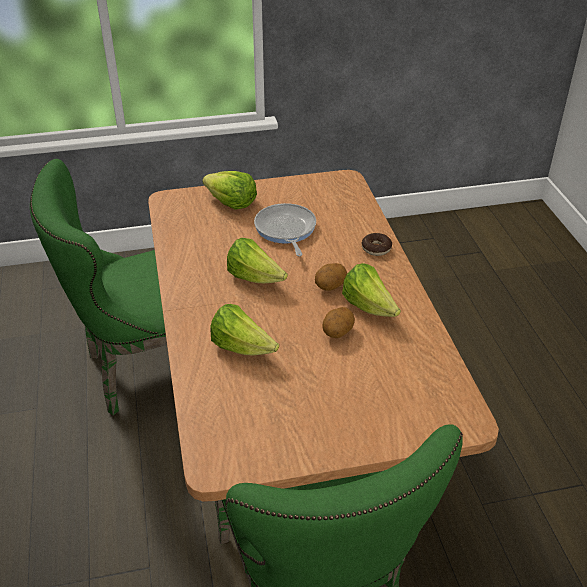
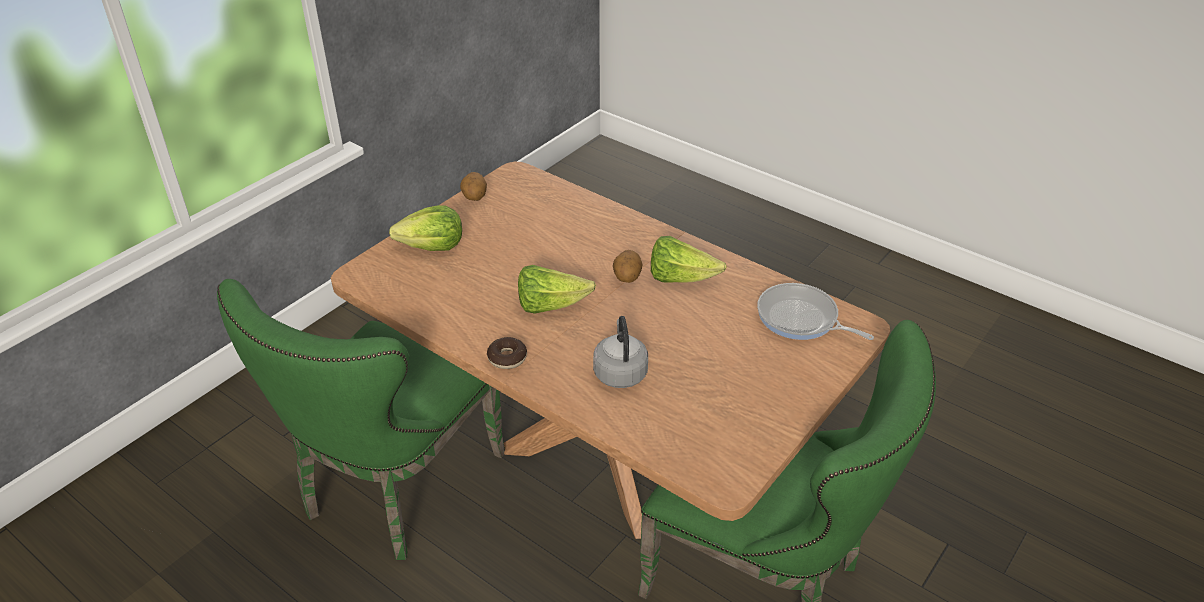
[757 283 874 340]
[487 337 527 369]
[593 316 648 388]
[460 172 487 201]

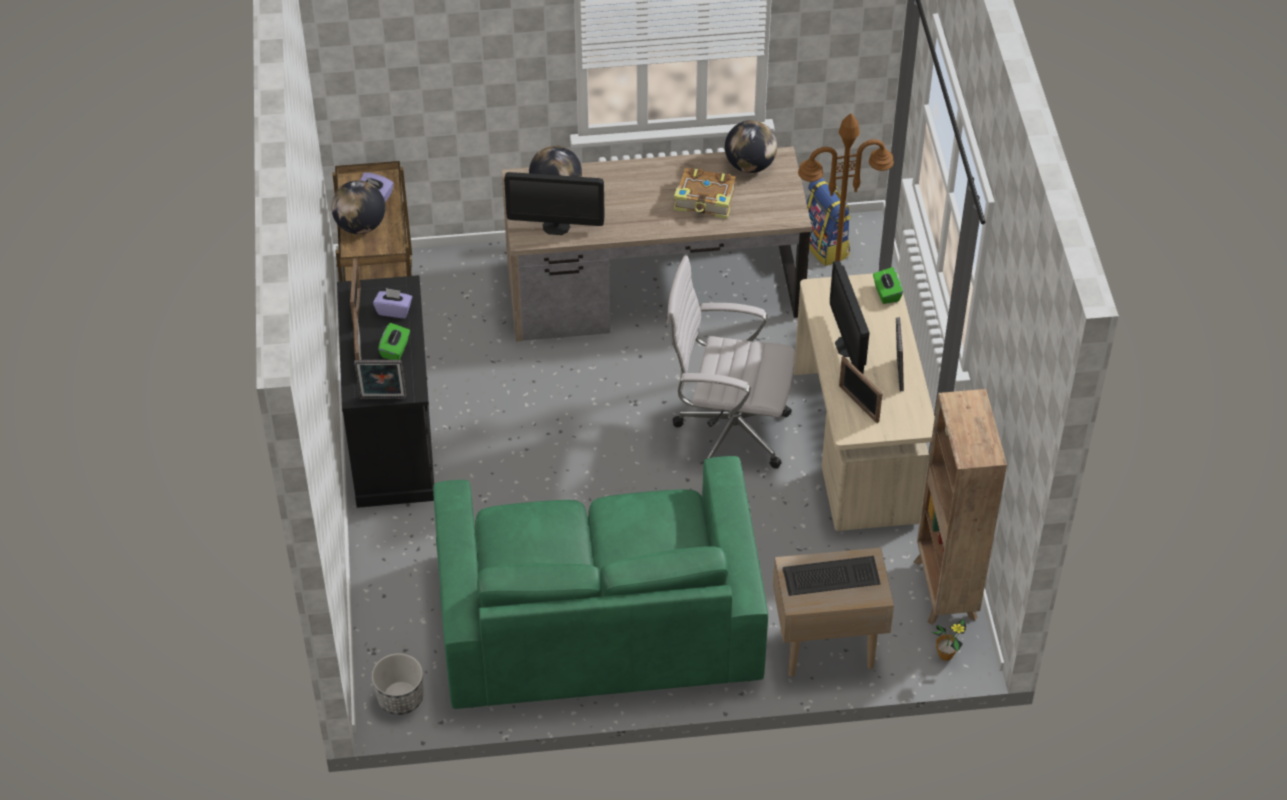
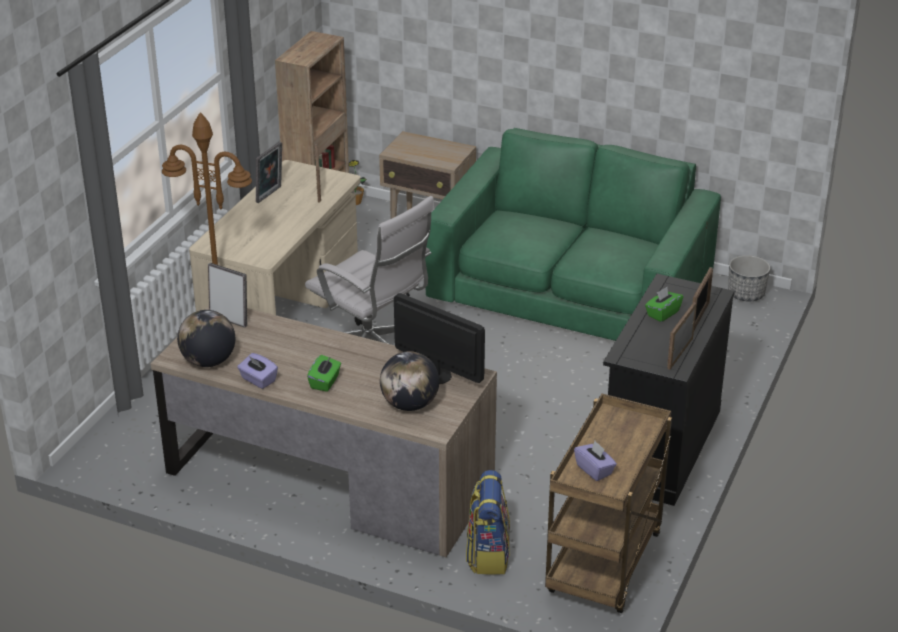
[674 167 736 219] (first image)
[466 470 510 575]
[331 180 385 234] (first image)
[830 260 870 374] (first image)
[307 355 341 392]
[237 353 278 389]
[208 263 247 328]
[783 556 881 596] (first image)

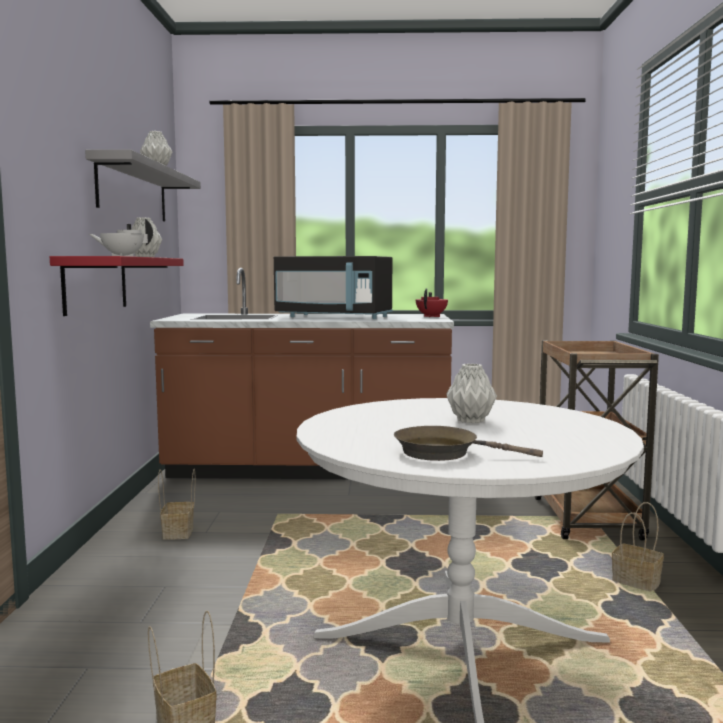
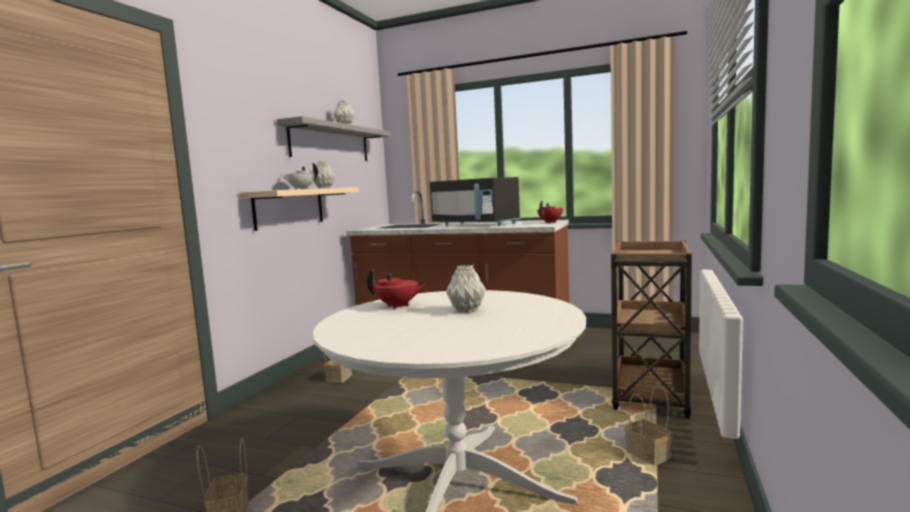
[239 187 359 231]
[394 426 543 461] (first image)
[367 269 429 309]

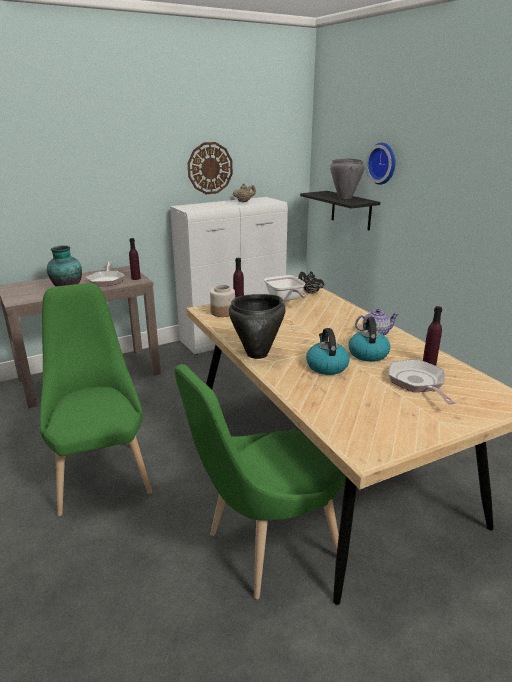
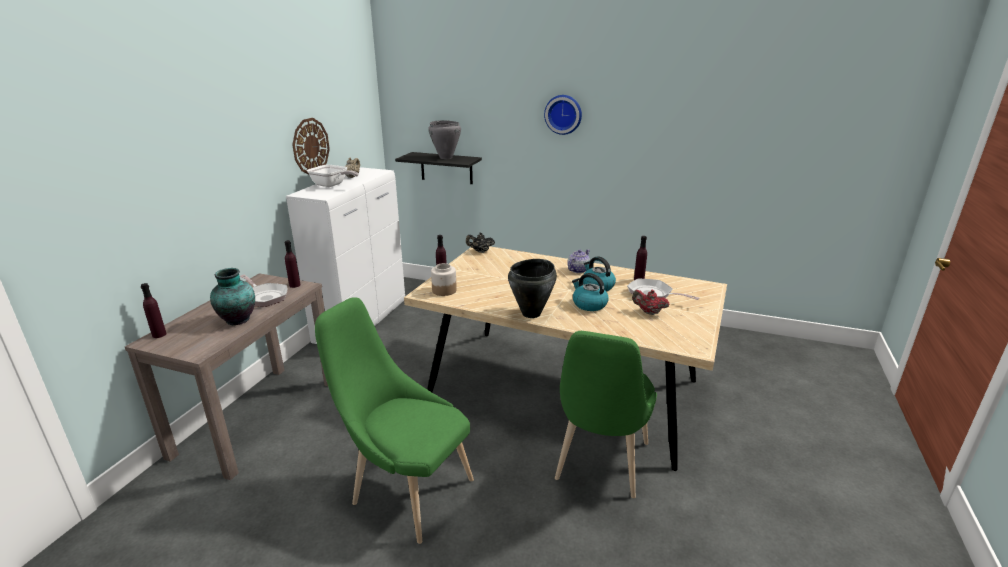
[544 95 582 135]
[307 165 359 187]
[141 283 167 338]
[632 289 670 315]

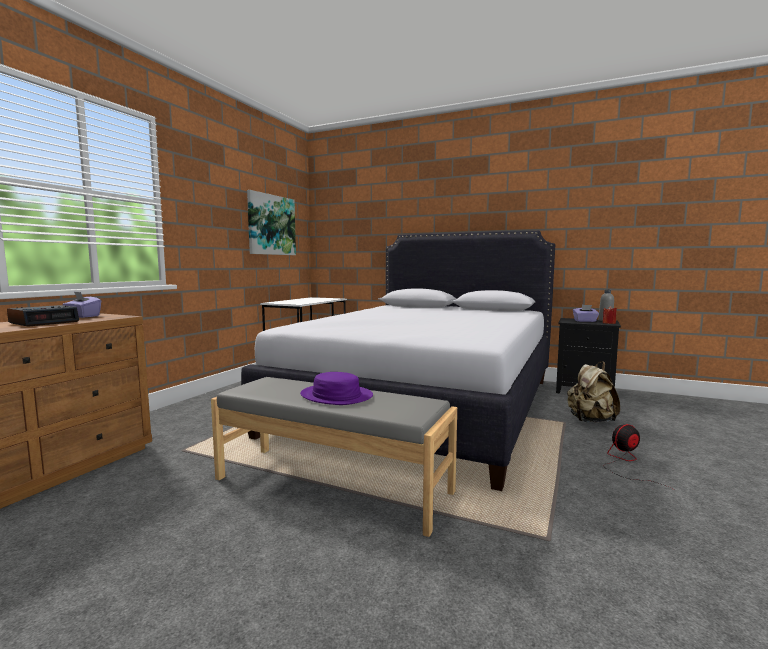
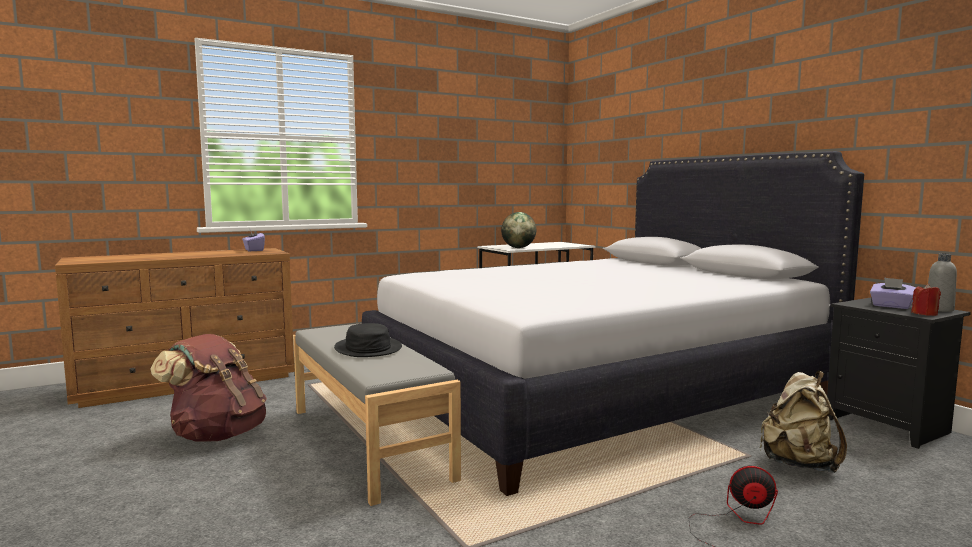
[247 190 296 255] (first image)
[7 305 79 327] (first image)
[334 323 402 357]
[501 212 536 248]
[151 334 267 442]

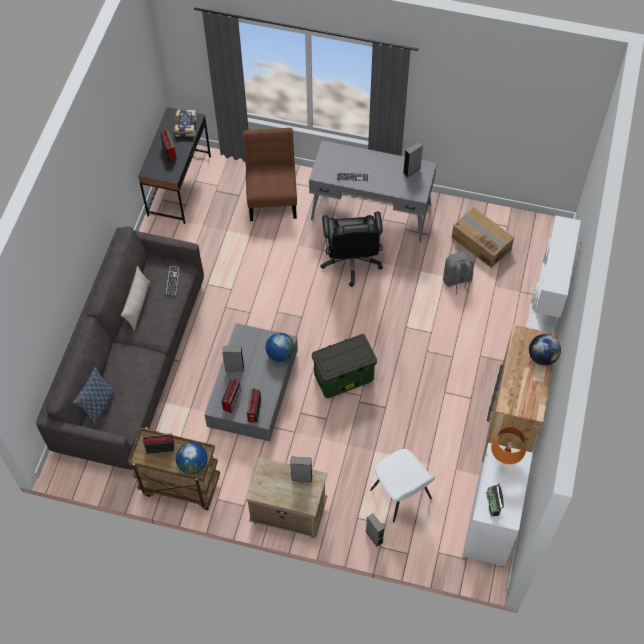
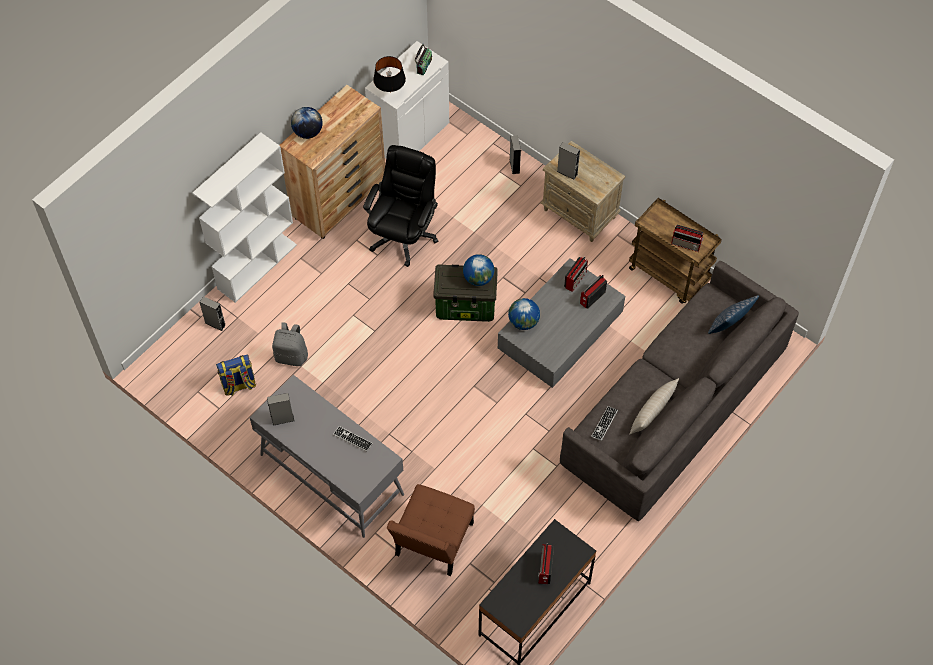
[174 110 196 137] (first image)
[216 354 256 396]
[363 145 438 267]
[199 296 226 331]
[373 56 406 93]
[463 254 494 286]
[370 449 436 522] (first image)

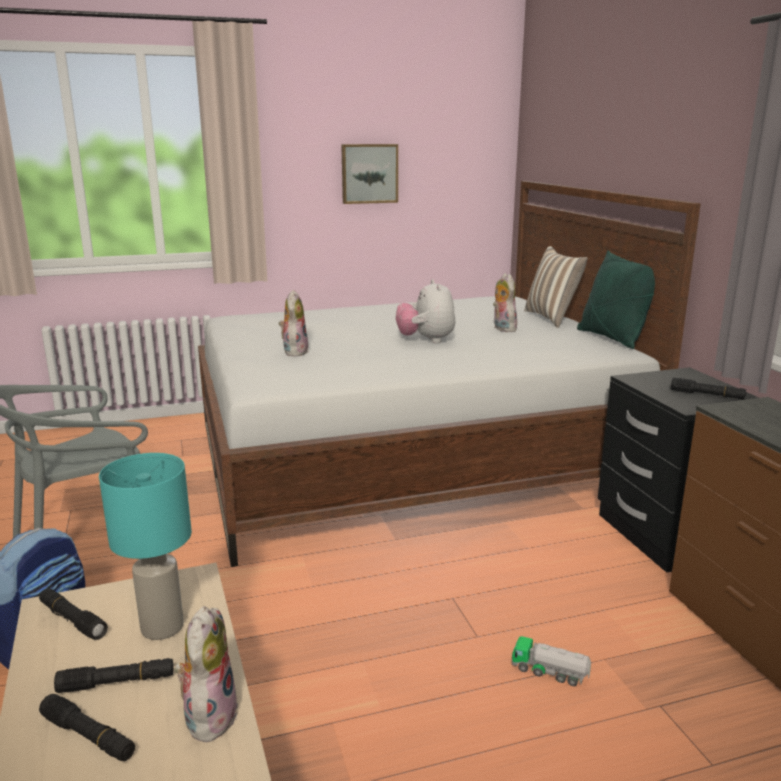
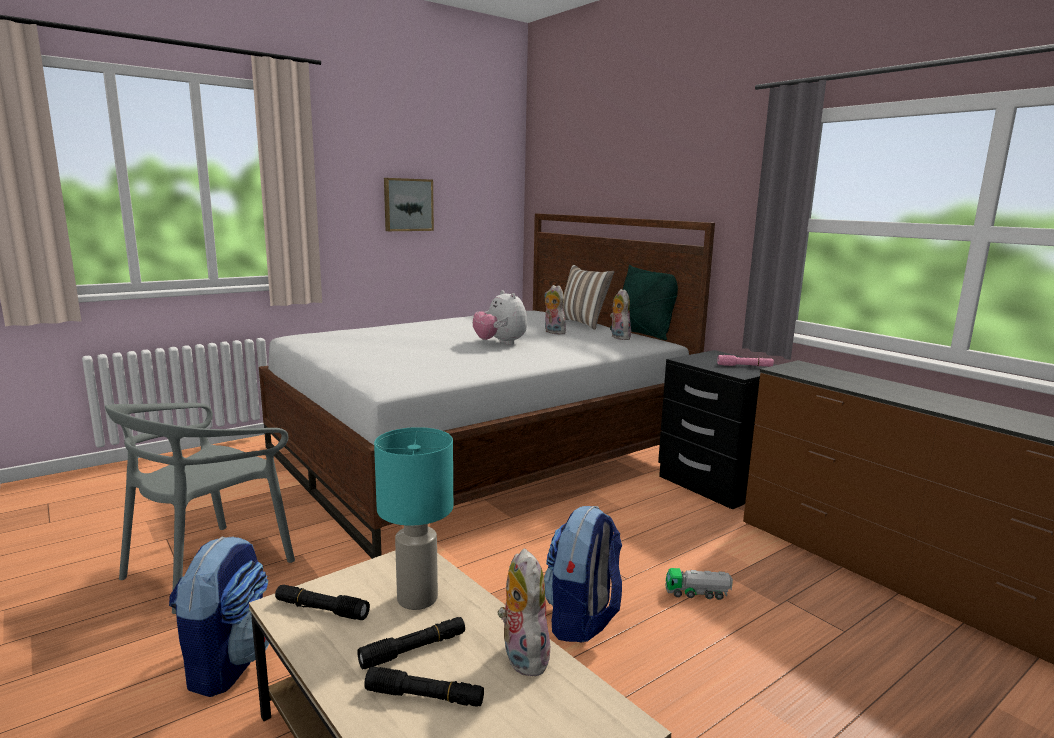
[610 289 631 340]
[717 355 774 367]
[544 506 622 643]

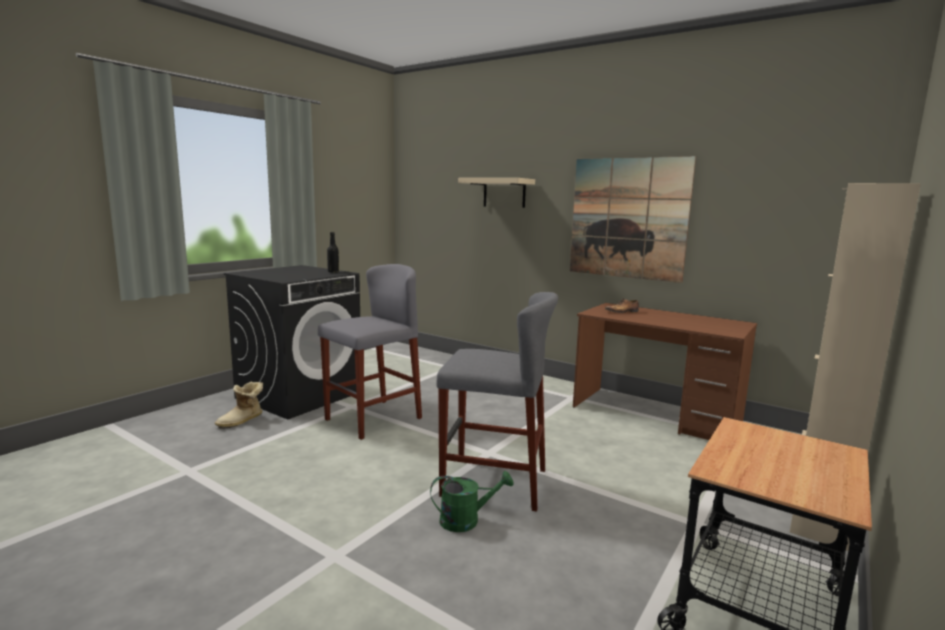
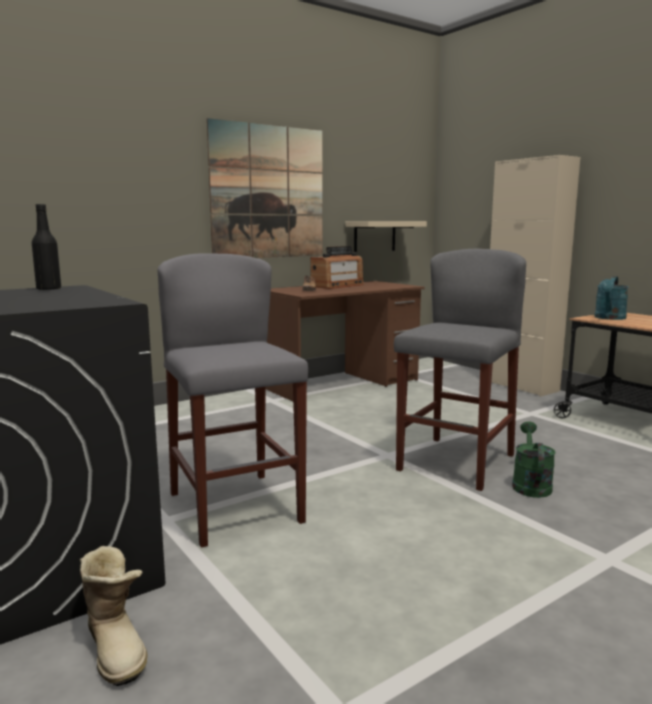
[345 221 427 252]
[310 246 364 289]
[594 276 628 320]

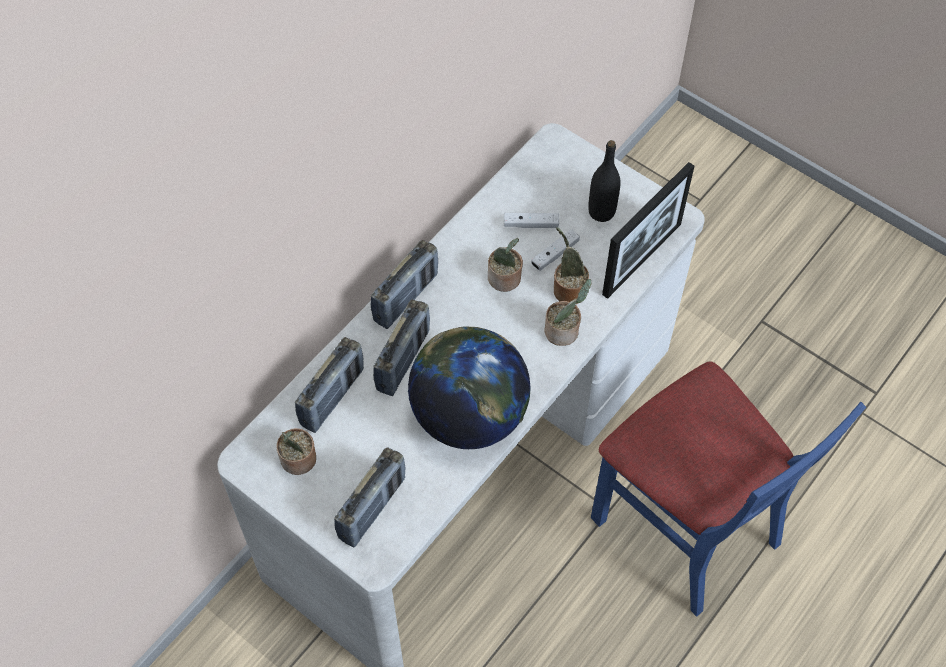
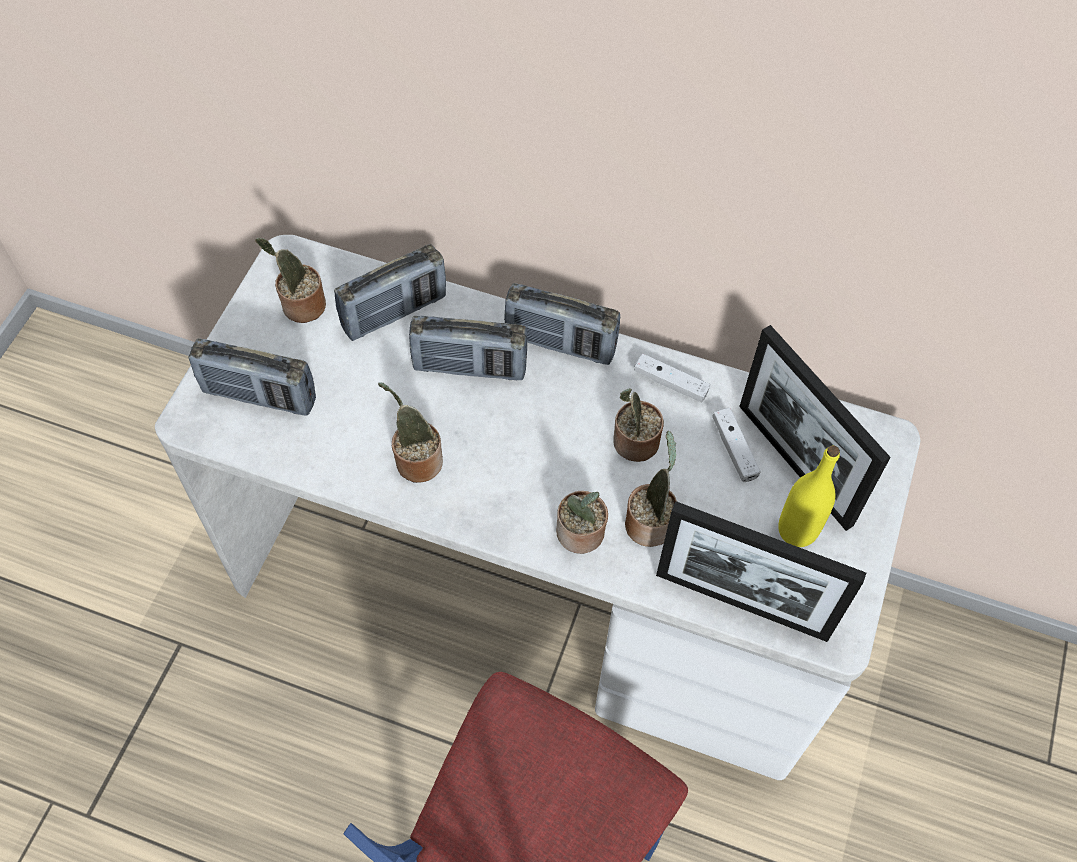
[778 445 840 547]
[634 353 710 403]
[378 382 443 483]
[334 244 446 341]
[739 325 891 531]

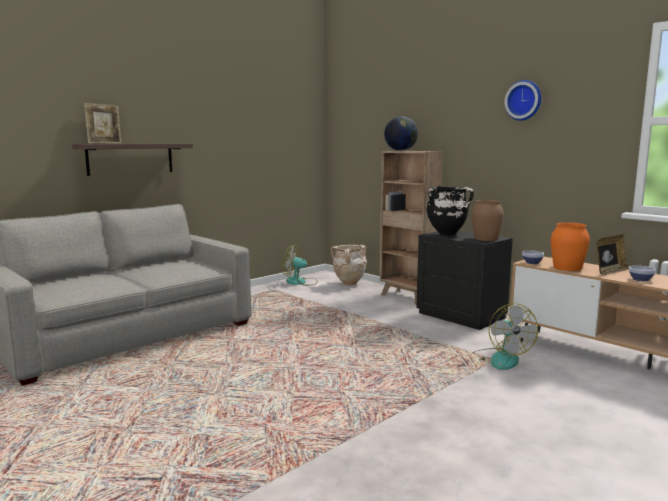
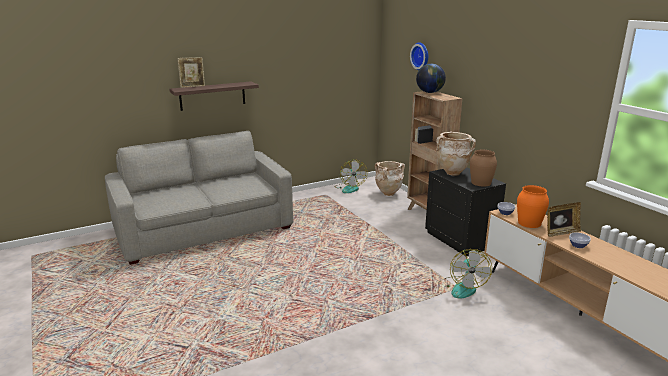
[410 42 428 70]
[436 131 476 176]
[335 160 367 193]

